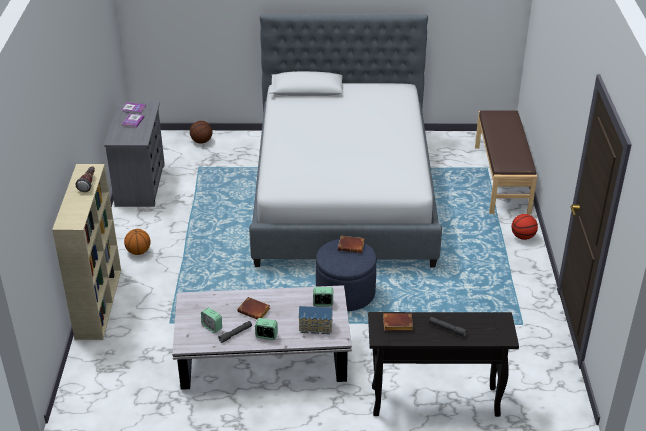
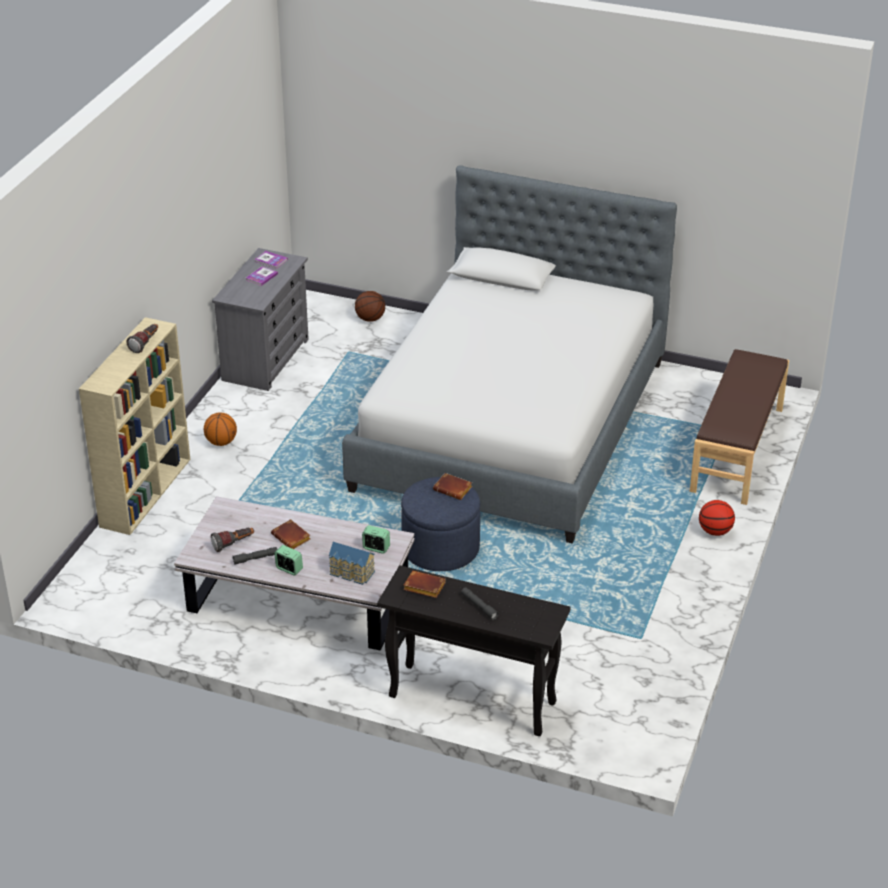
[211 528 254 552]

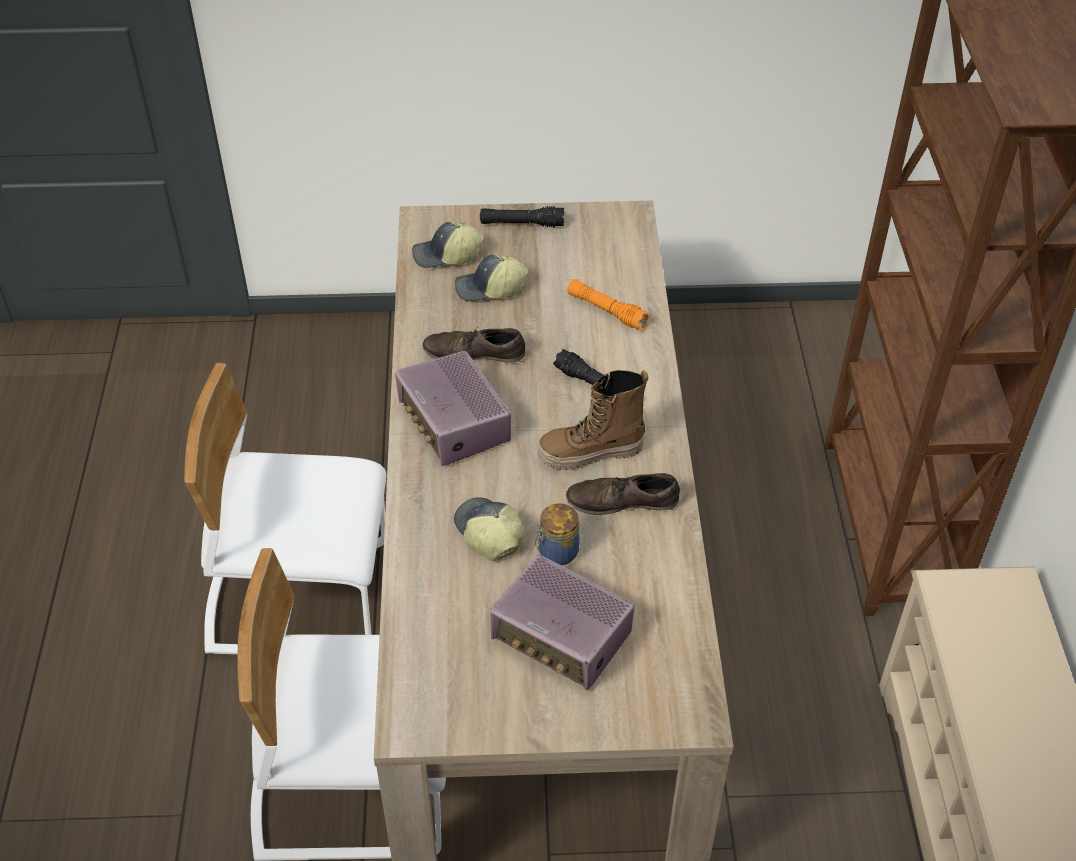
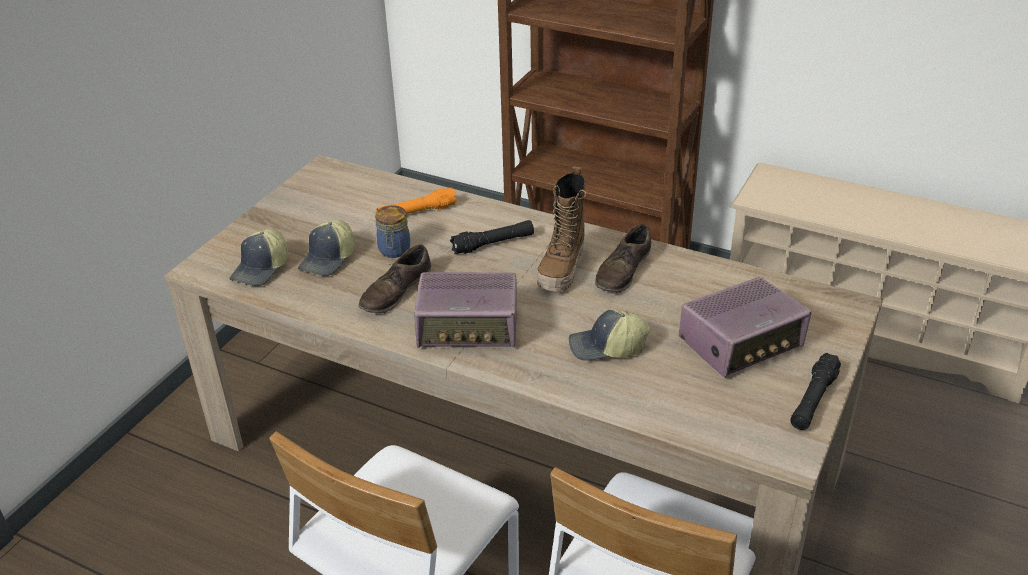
[790 353 841 430]
[375 205 410 258]

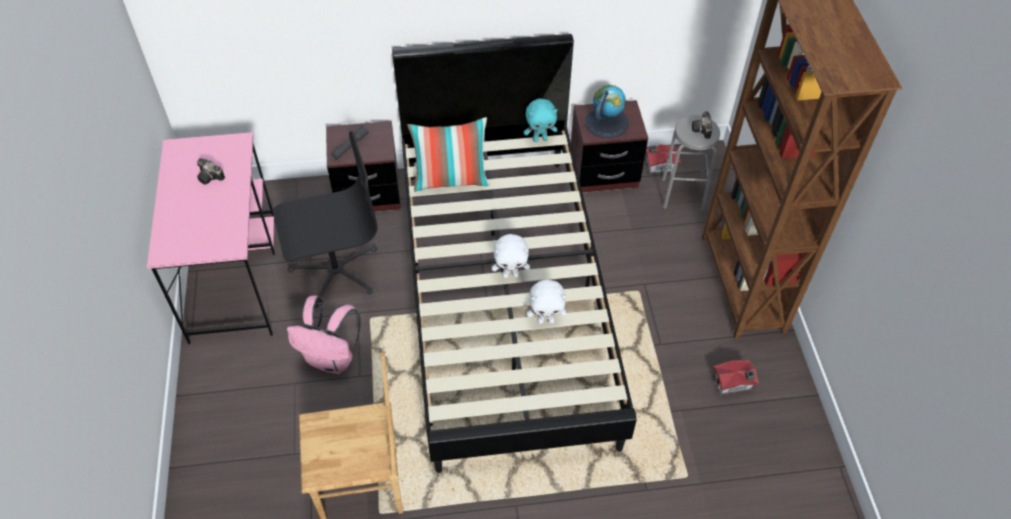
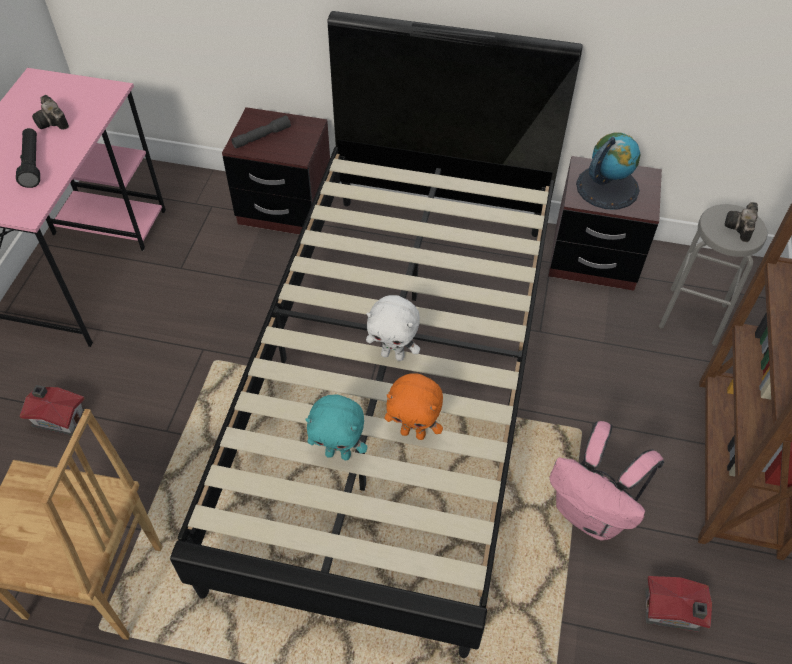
[305 394 367 460]
[407 117 490 192] (first image)
[273 131 378 308] (first image)
[20 385 85 436]
[385 373 443 440]
[549 421 664 540]
[16 128 40 188]

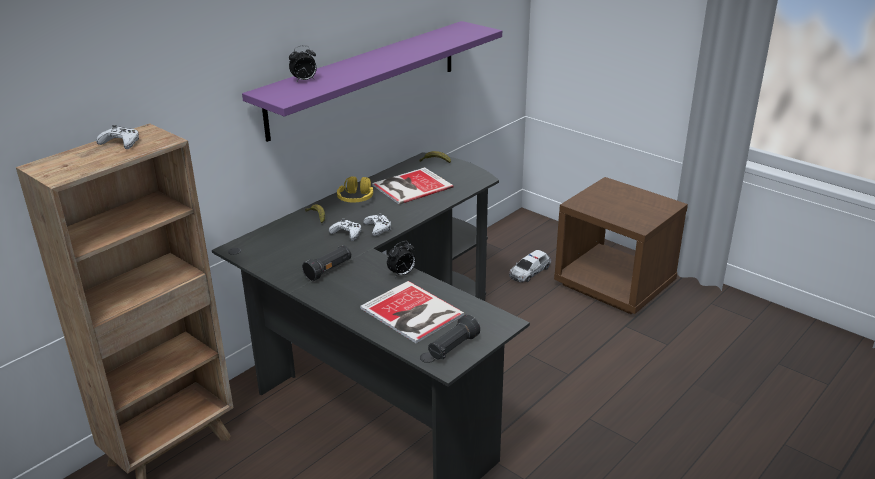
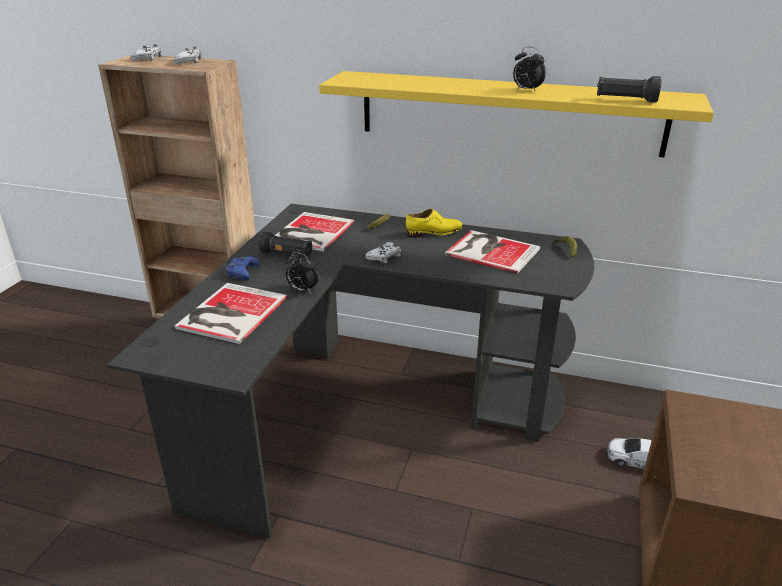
[319 71 714 157]
[513 47 546 92]
[406 209 463 238]
[130 44 163 61]
[597 76 662 103]
[274 212 355 251]
[226 256 260 280]

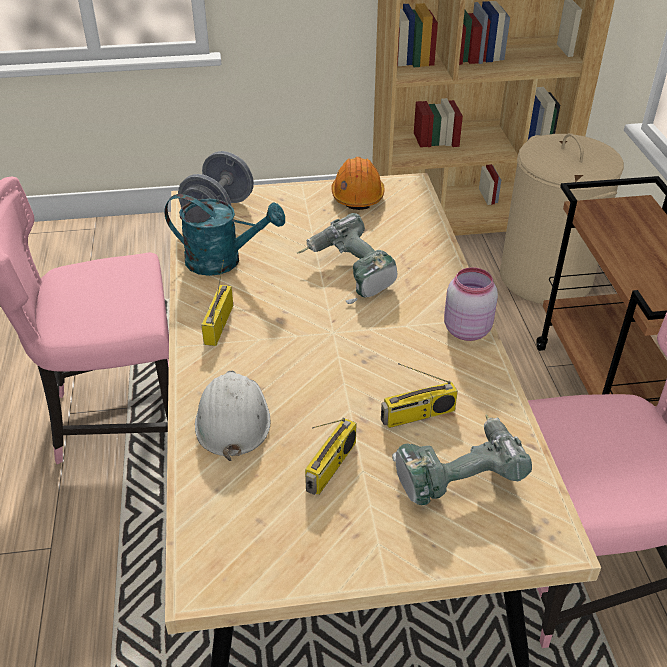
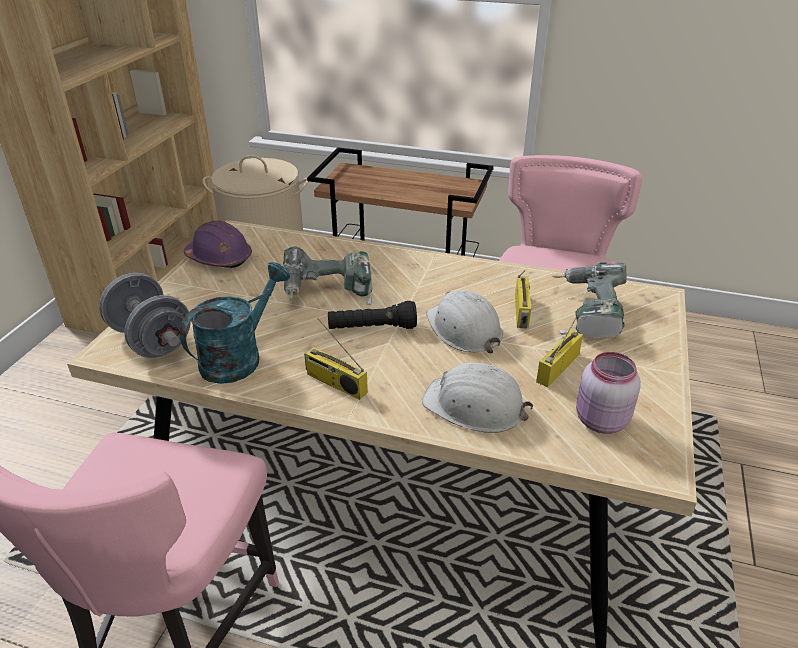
[184 221 252 268]
[576 352 641 434]
[536 305 583 387]
[426 290 503 353]
[328 301 417 329]

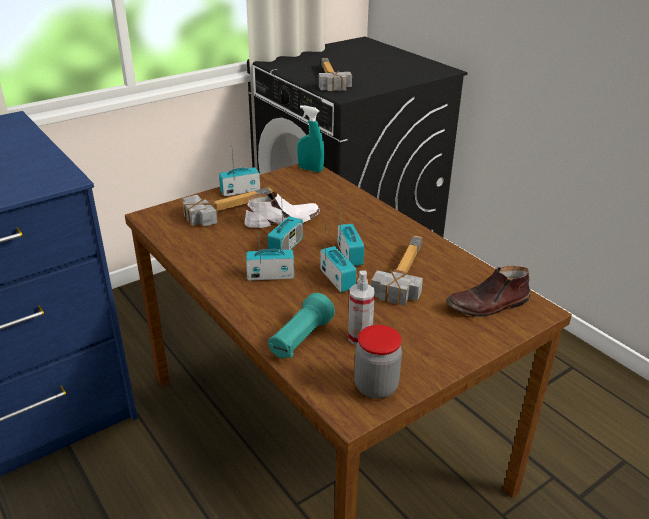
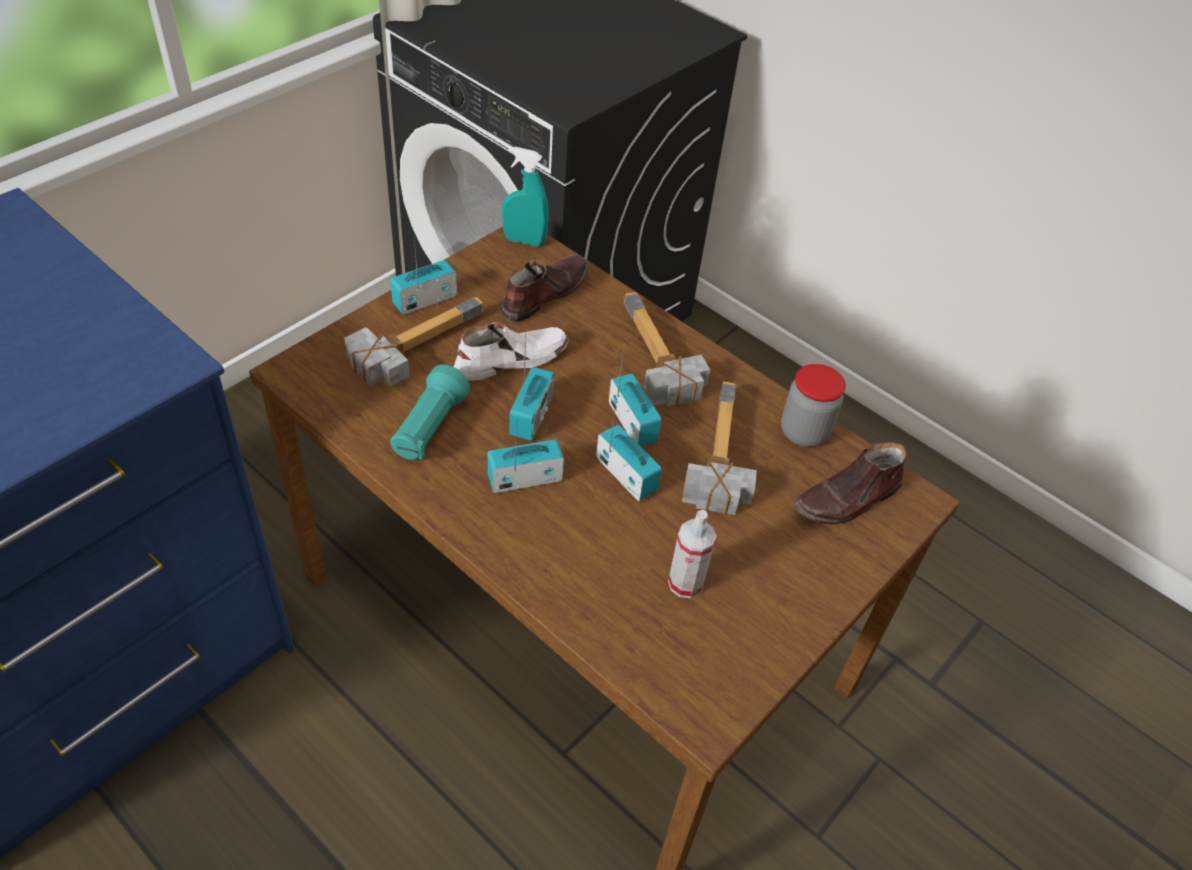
[624 292 710 406]
[390 365 470 460]
[781 364 846 447]
[501 255 589 322]

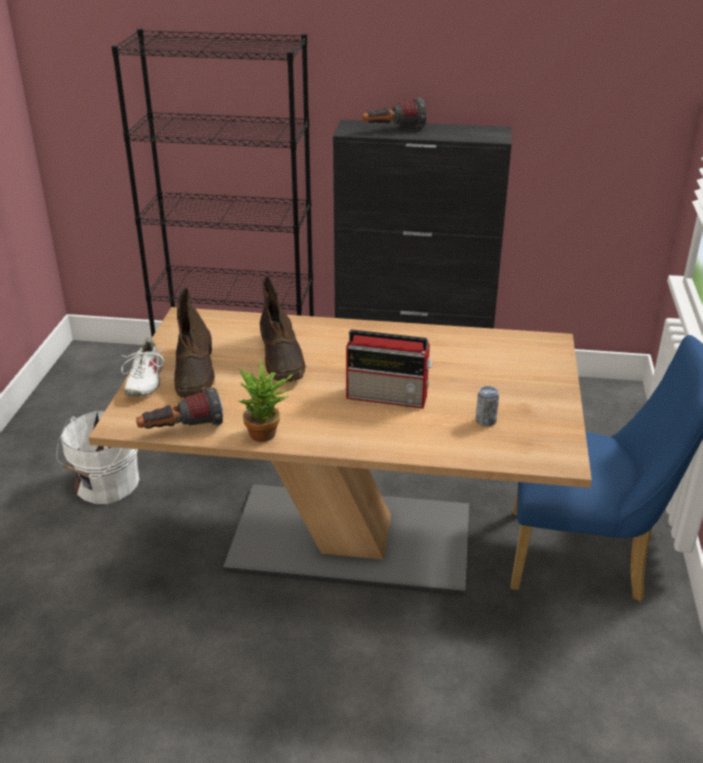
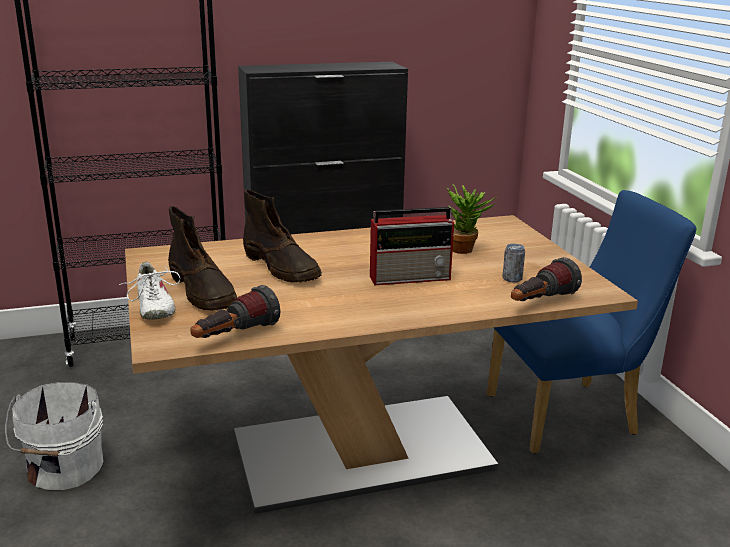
[511 257 582 301]
[447 184 497 254]

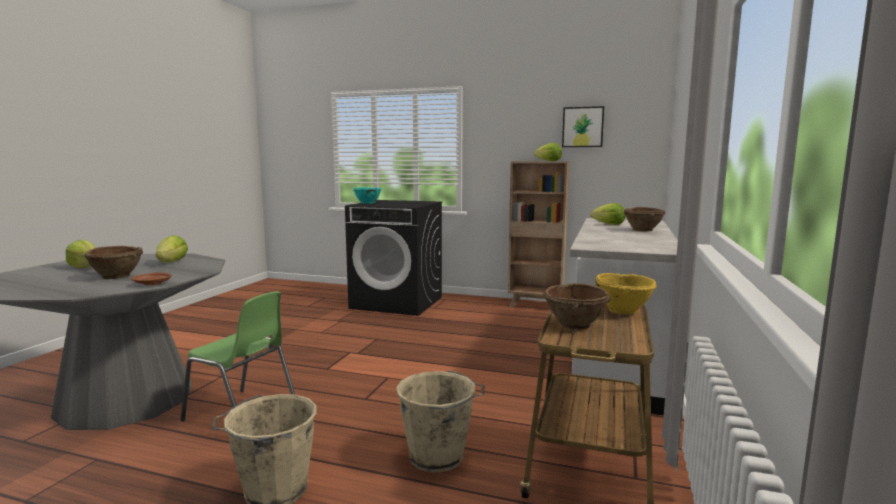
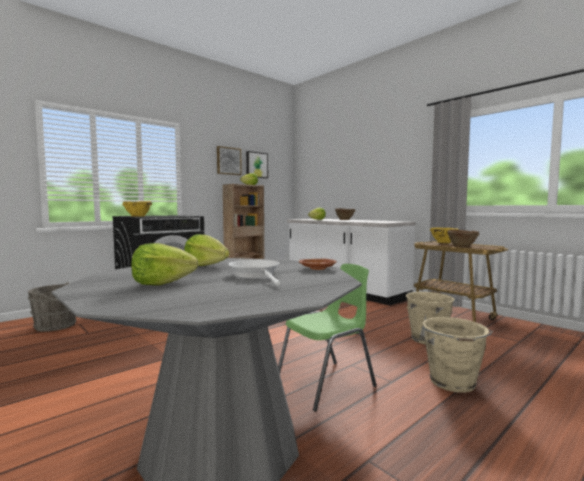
[122 201 152 217]
[229 260 280 286]
[217 146 242 175]
[28 282 76 332]

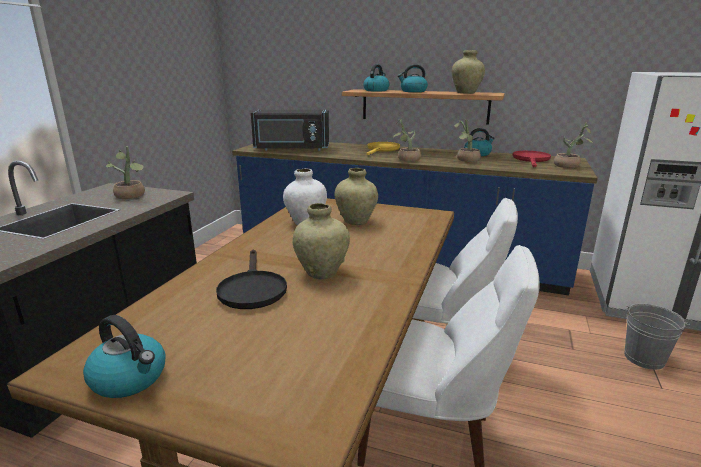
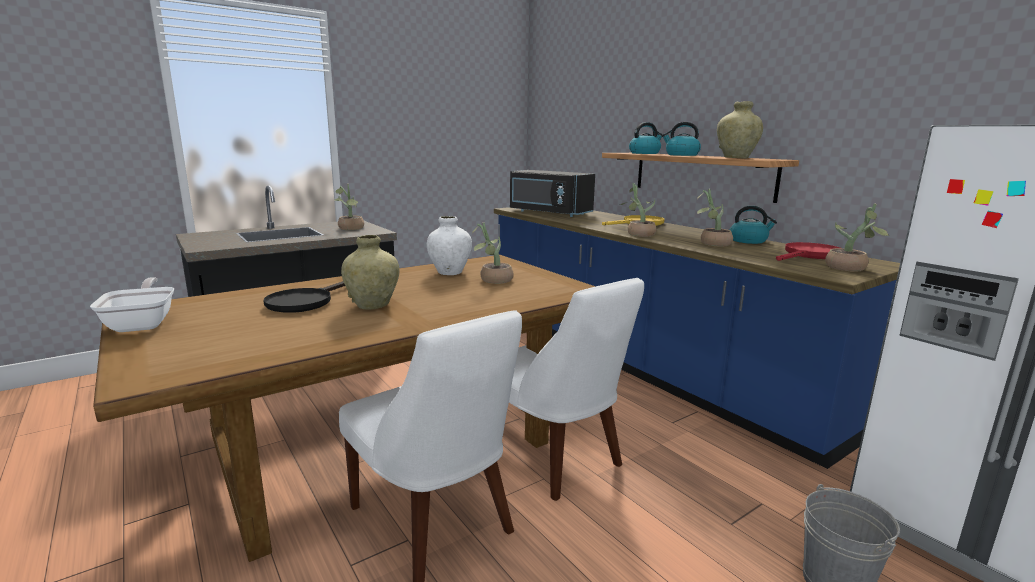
[472 223 514 284]
[90 277 174 332]

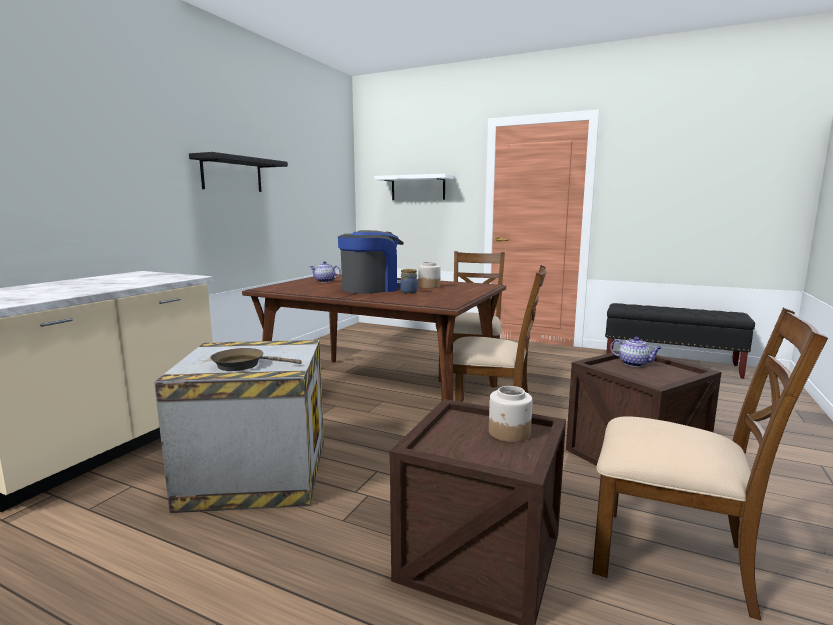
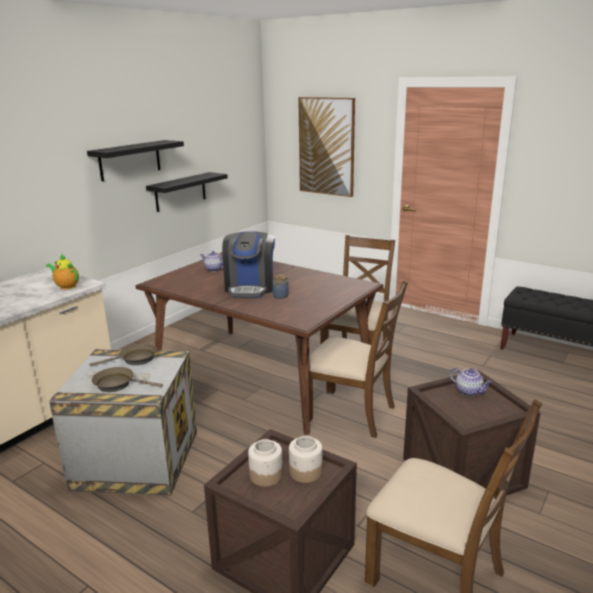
[298 97 355 197]
[222 231 275 297]
[248 439 283 487]
[146 172 228 212]
[46 254 79 290]
[90 343 157 366]

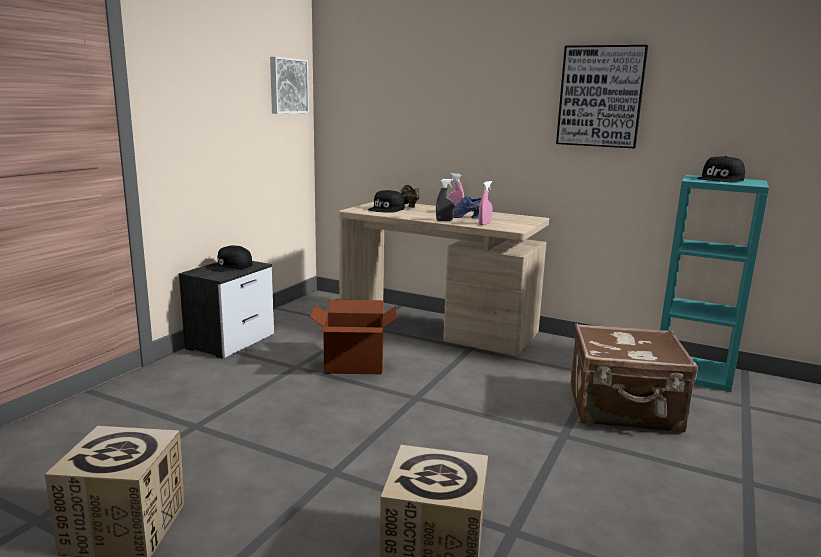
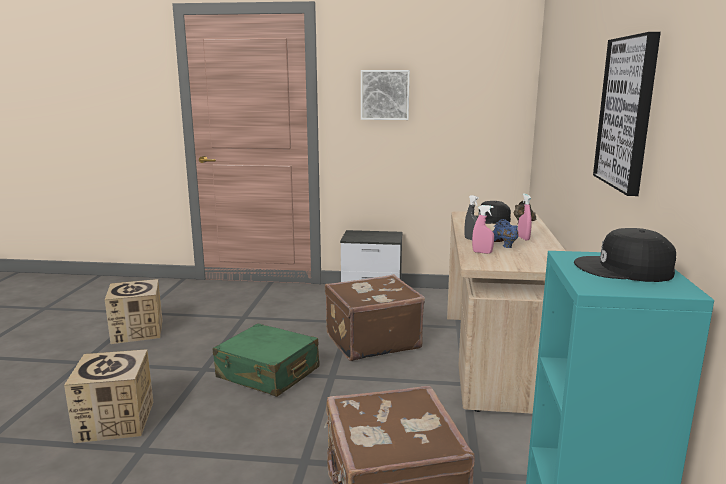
[361 70 410 120]
[206 246 252 272] (first image)
[325 274 425 361]
[213 323 320 397]

